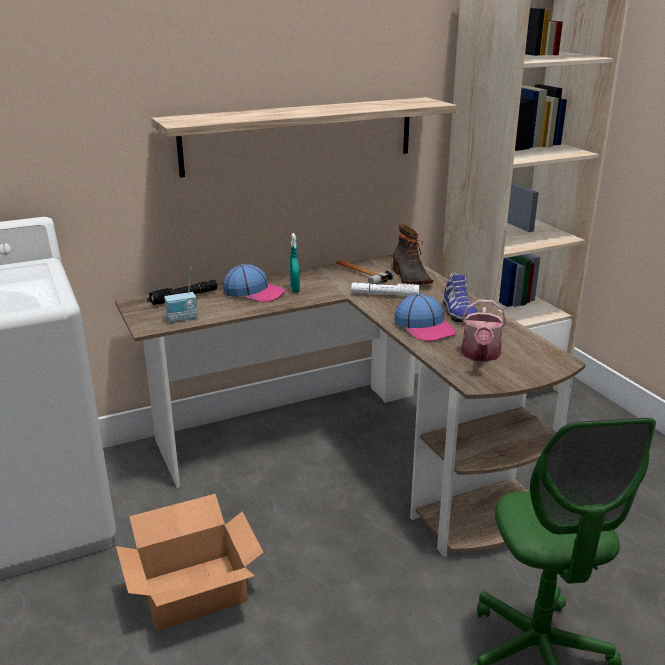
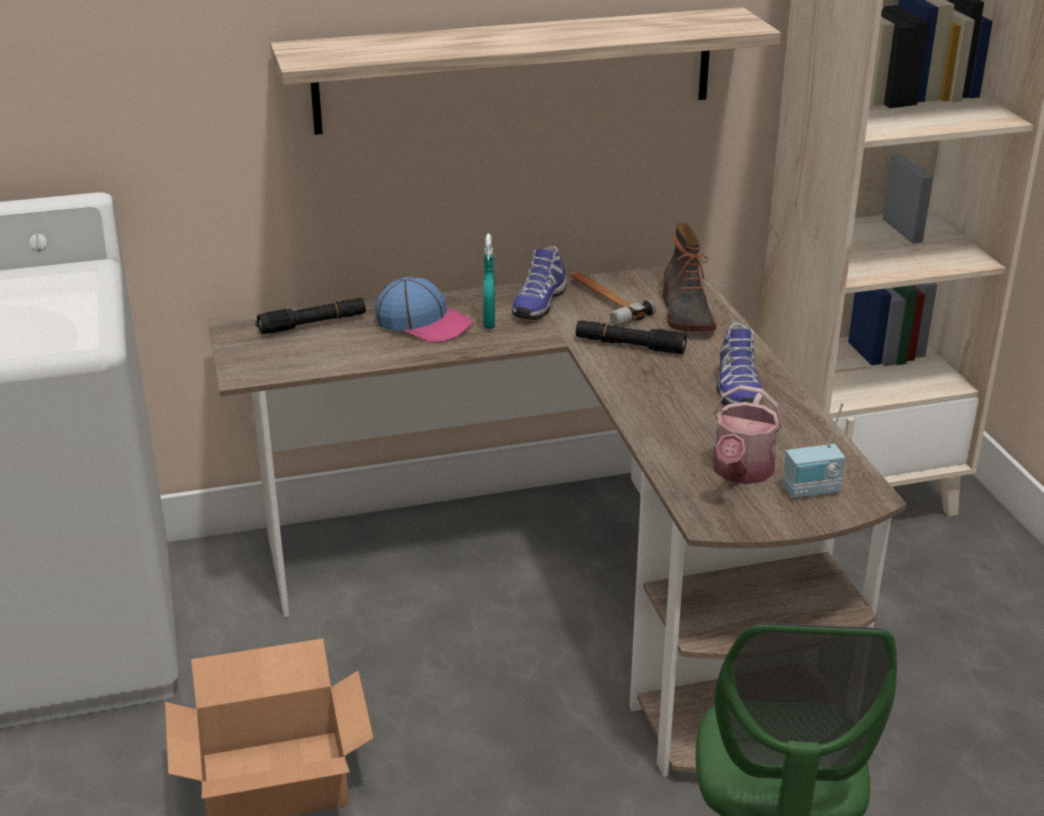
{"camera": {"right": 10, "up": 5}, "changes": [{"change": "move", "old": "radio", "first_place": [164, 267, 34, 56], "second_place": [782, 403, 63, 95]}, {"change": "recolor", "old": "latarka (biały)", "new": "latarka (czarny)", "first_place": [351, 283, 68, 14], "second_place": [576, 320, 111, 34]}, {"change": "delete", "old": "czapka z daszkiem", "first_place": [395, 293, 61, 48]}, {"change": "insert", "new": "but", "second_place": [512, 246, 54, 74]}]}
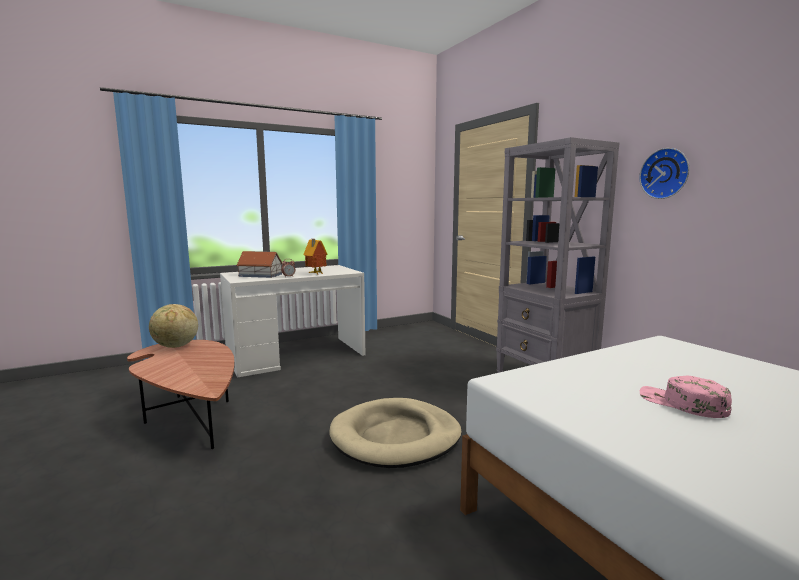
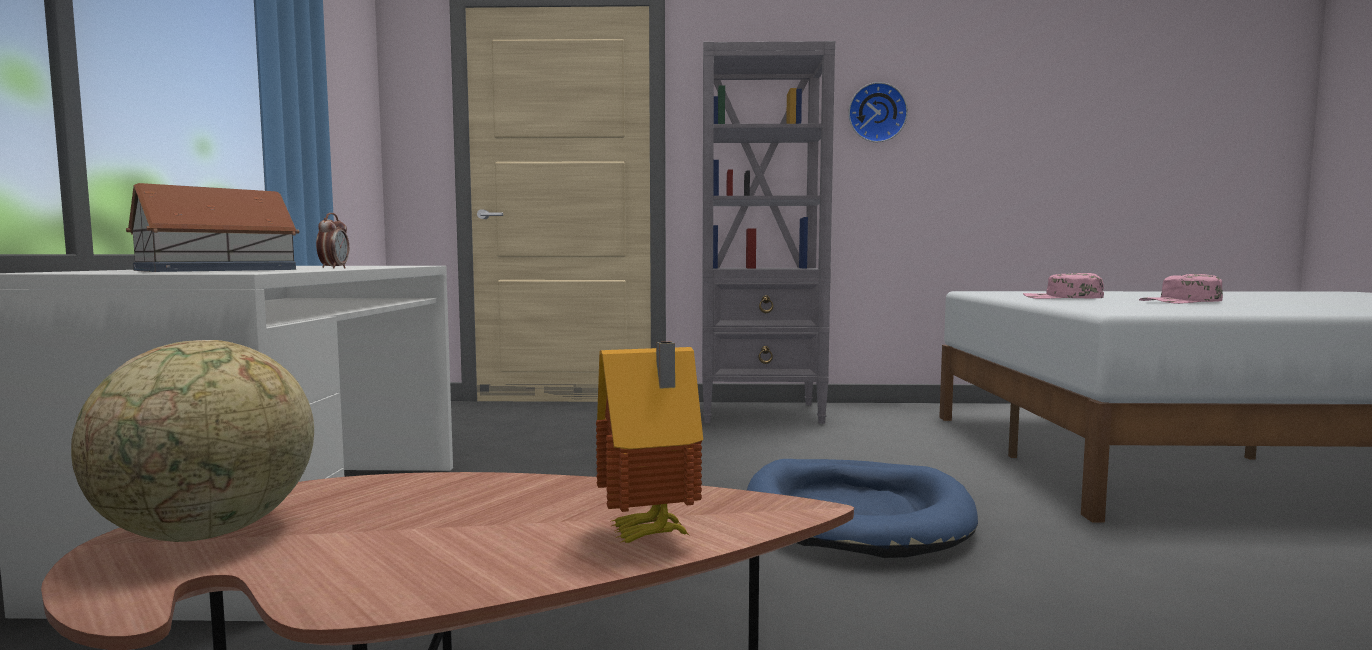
{"camera": {"right": -60, "up": -5}, "changes": [{"change": "move", "old": "domek", "first_place": [303, 239, 25, 35], "second_place": [596, 342, 107, 201]}, {"change": "recolor", "old": "legowisko (beżowy)", "new": "legowisko (niebieski)", "first_place": [329, 398, 132, 70], "second_place": [747, 459, 231, 99]}, {"change": "insert", "new": "czapka z daszkiem (różowy)", "second_place": [1023, 273, 81, 26]}]}
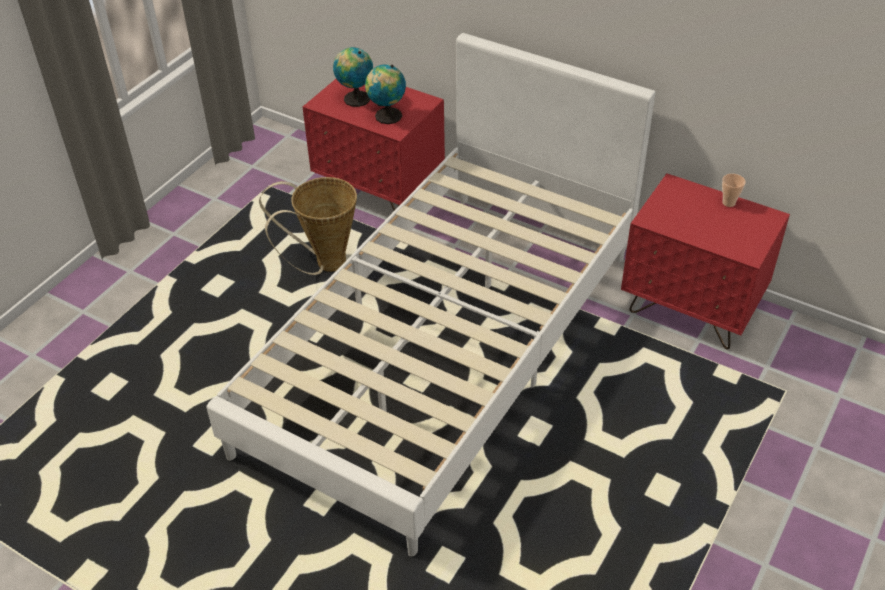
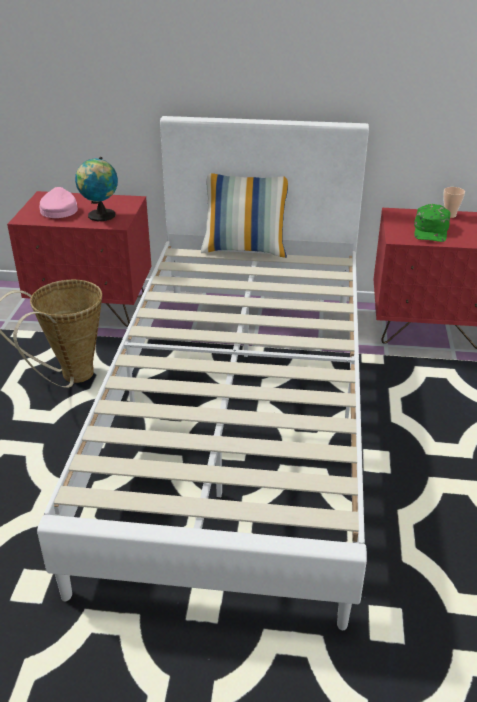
{"camera": {"right": -25, "up": -10}, "changes": [{"change": "replace", "old": "globus", "new": "czapka z daszkiem (różowy)", "first_place": [333, 47, 40, 60], "second_place": [39, 187, 39, 31]}, {"change": "insert", "new": "poduszka", "second_place": [201, 173, 87, 85]}, {"change": "insert", "new": "czapka z daszkiem (zielony)", "second_place": [414, 204, 36, 38]}]}
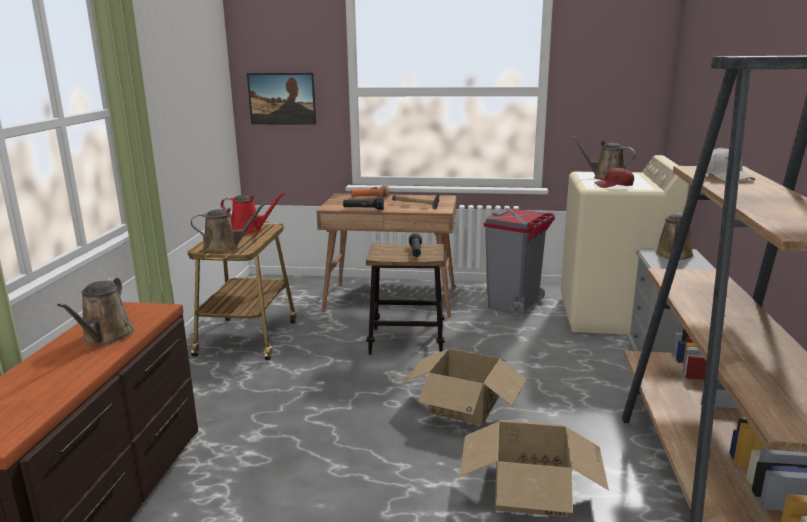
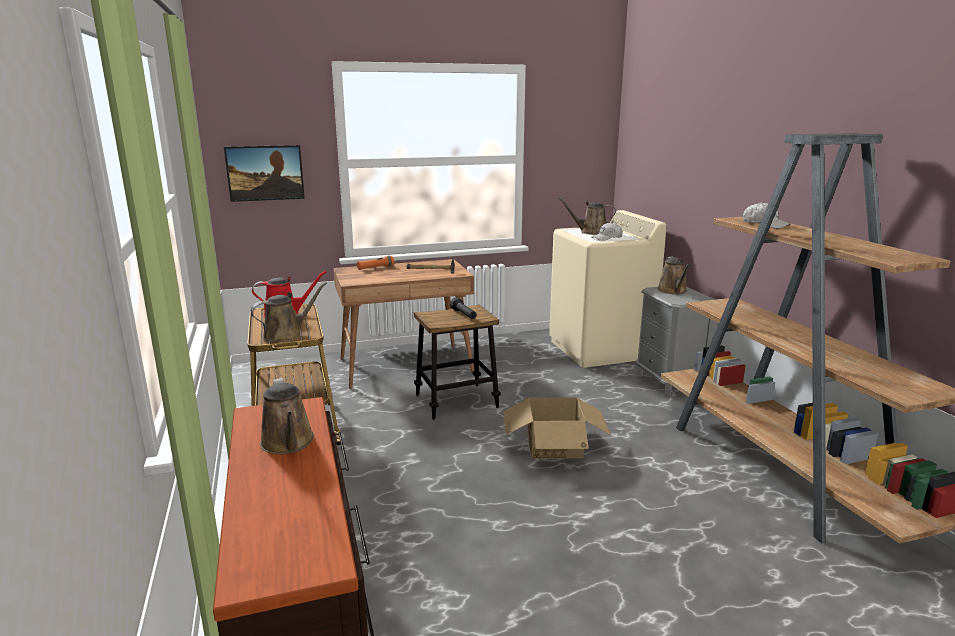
{"camera": {"right": -25, "up": 0}, "changes": [{"change": "delete", "old": "latarka (czarny)", "first_place": [343, 197, 41, 13]}, {"change": "delete", "old": "karton", "first_place": [460, 420, 149, 98]}, {"change": "delete", "old": "kosz na śmieci (szary)", "first_place": [484, 208, 71, 108]}, {"change": "recolor", "old": "czapka z daszkiem (czerwony)", "new": "czapka z daszkiem (biały)", "first_place": [594, 167, 40, 21], "second_place": [591, 222, 32, 19]}]}
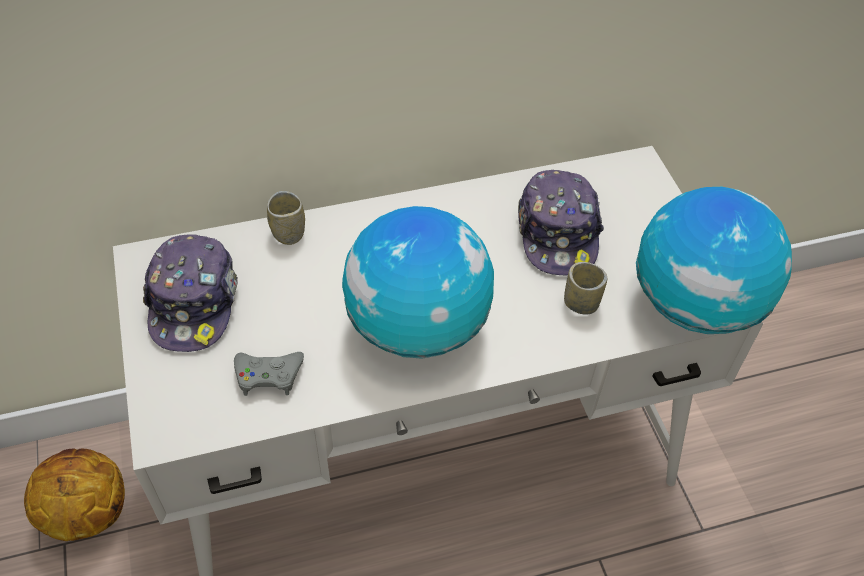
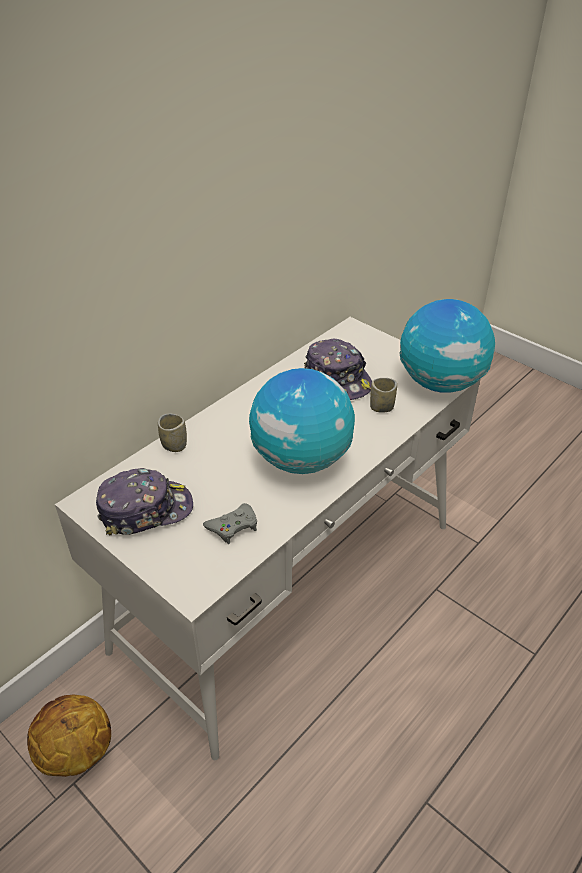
{"camera": {"right": -30, "up": -10}, "changes": [{"change": "rotate", "old": "czapka z daszkiem", "first_place": [143, 234, 95, 118], "second_place": [96, 468, 97, 67], "degrees": -75}]}
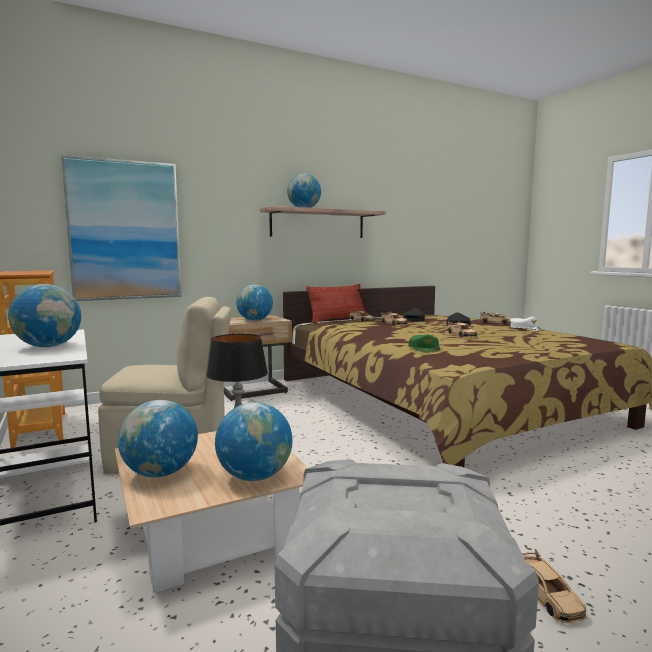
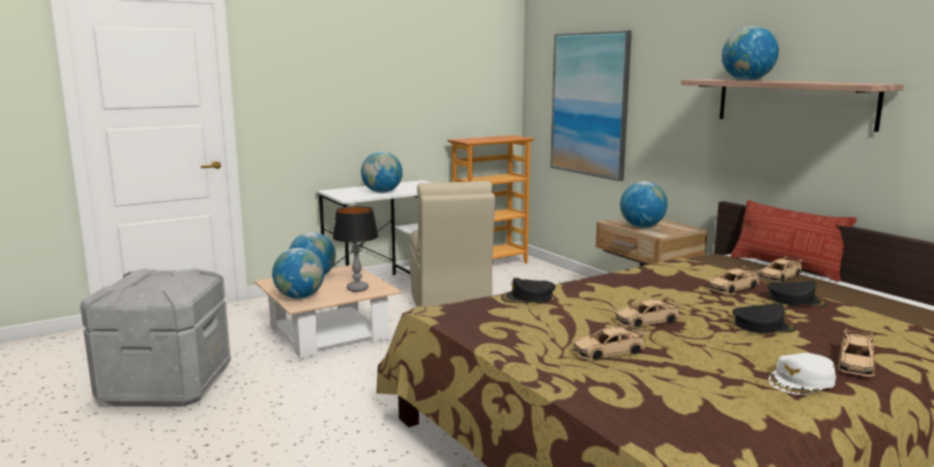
{"camera": {"right": 85, "up": 5}, "changes": [{"change": "recolor", "old": "czapka z daszkiem (zielony)", "new": "czapka z daszkiem (czarny)", "first_place": [409, 335, 31, 18], "second_place": [501, 278, 55, 25]}, {"change": "move", "old": "samochodzik (beżowy)", "first_place": [522, 549, 64, 75], "second_place": [573, 323, 74, 37]}]}
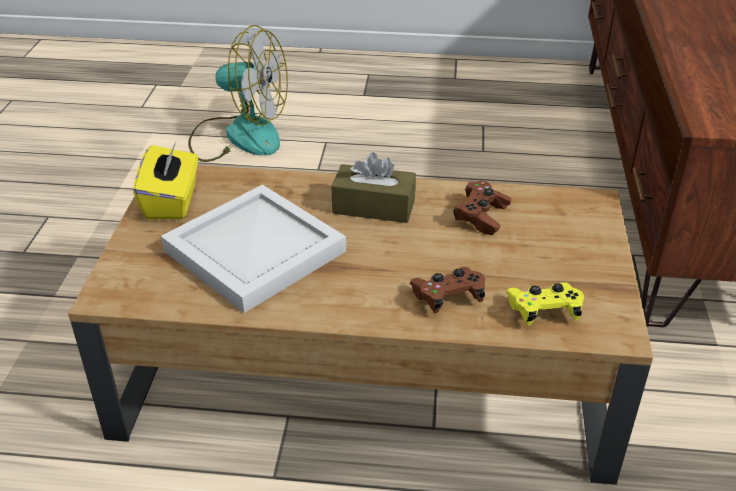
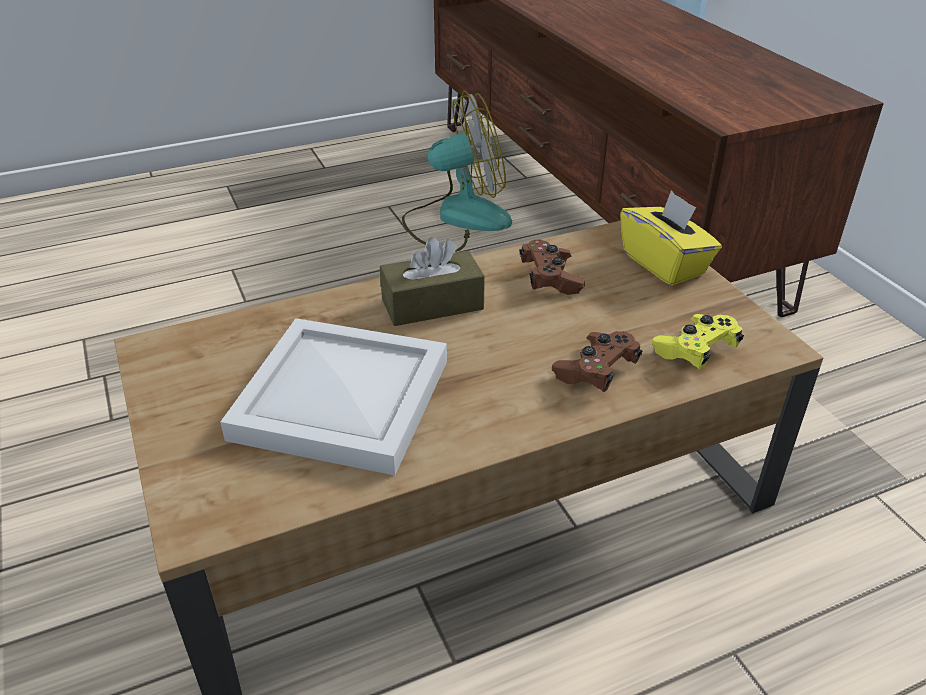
{"camera": {"right": -30, "up": 0}, "changes": [{"change": "move", "old": "pudełko chusteczek (żółty)", "first_place": [133, 140, 65, 79], "second_place": [620, 190, 102, 96]}, {"change": "move", "old": "wentylator", "first_place": [188, 25, 100, 137], "second_place": [402, 90, 110, 162]}]}
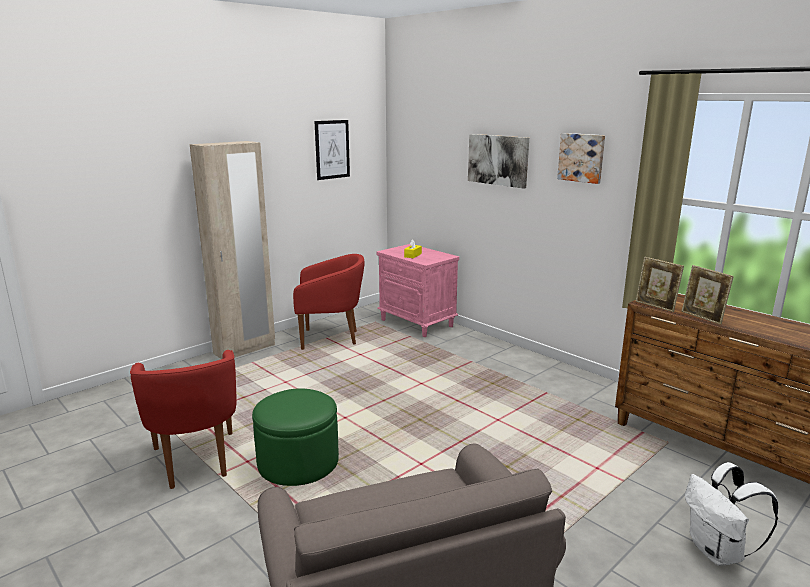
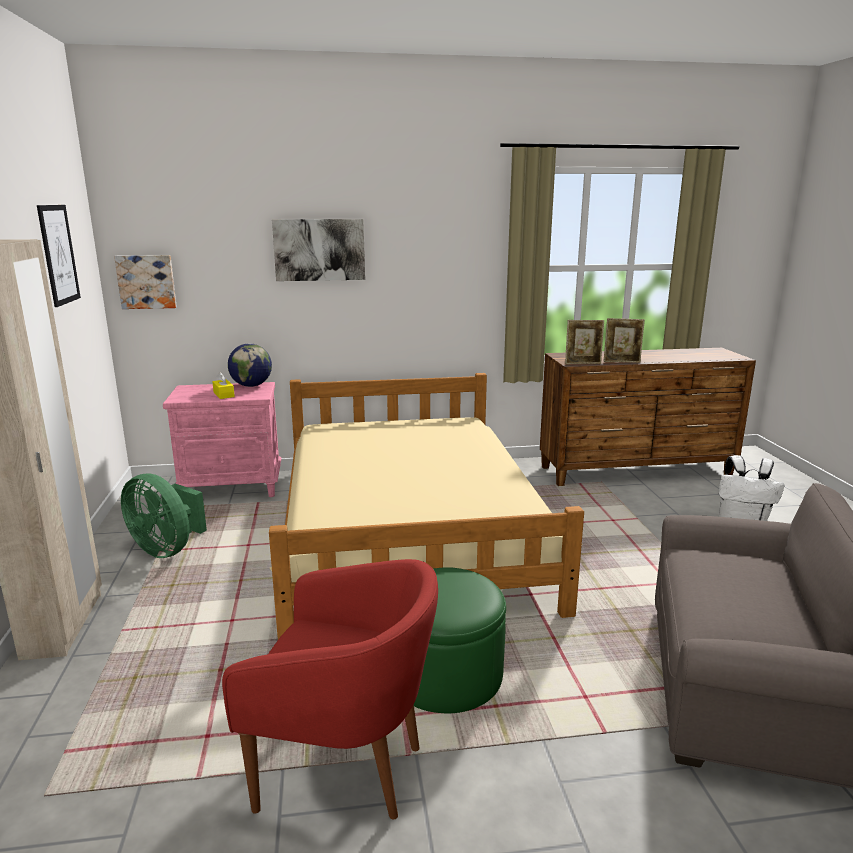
{"camera": {"right": -55, "up": 0}, "changes": [{"change": "replace", "old": "fotel (czerwony)", "new": "wentylator (zielony)", "first_place": [293, 254, 72, 96], "second_place": [121, 473, 86, 85]}, {"change": "move", "old": "obraz", "first_place": [557, 133, 48, 51], "second_place": [114, 255, 63, 54]}, {"change": "insert", "new": "globus", "second_place": [228, 343, 44, 44]}, {"change": "insert", "new": "łóżko (beżowy)", "second_place": [269, 373, 315, 266]}]}
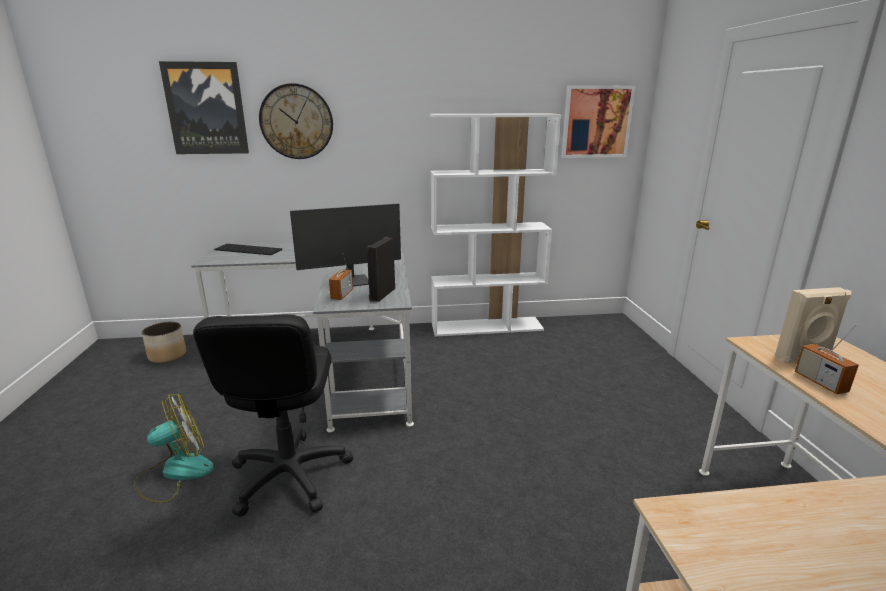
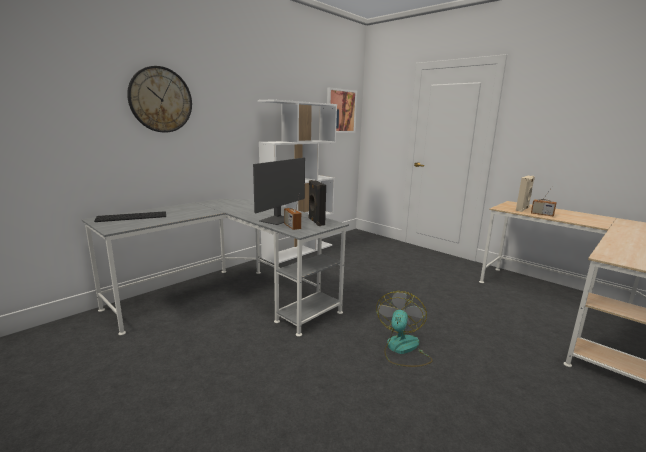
{"camera": {"right": -40, "up": -5}, "changes": [{"change": "move", "old": "wentylator", "first_place": [135, 394, 79, 109], "second_place": [376, 291, 56, 76]}, {"change": "delete", "old": "donica", "first_place": [142, 322, 44, 41]}, {"change": "delete", "old": "obraz", "first_place": [159, 61, 90, 93]}, {"change": "delete", "old": "krzesło biurowe (czarny)", "first_place": [193, 314, 160, 203]}]}
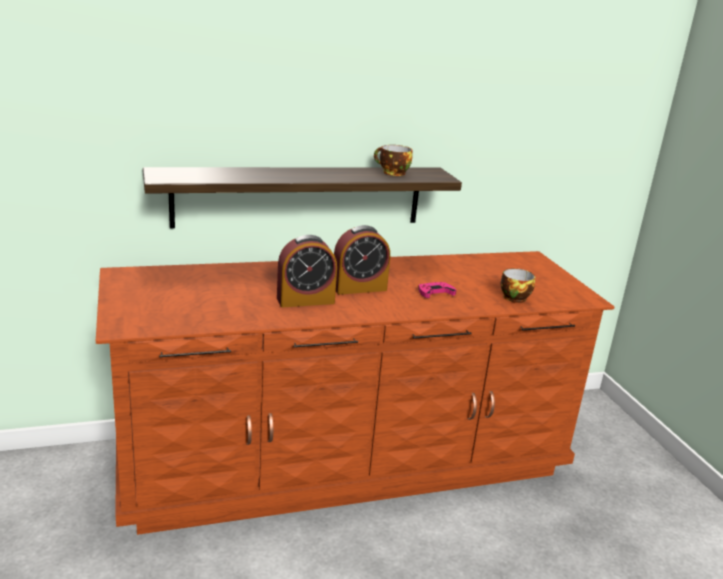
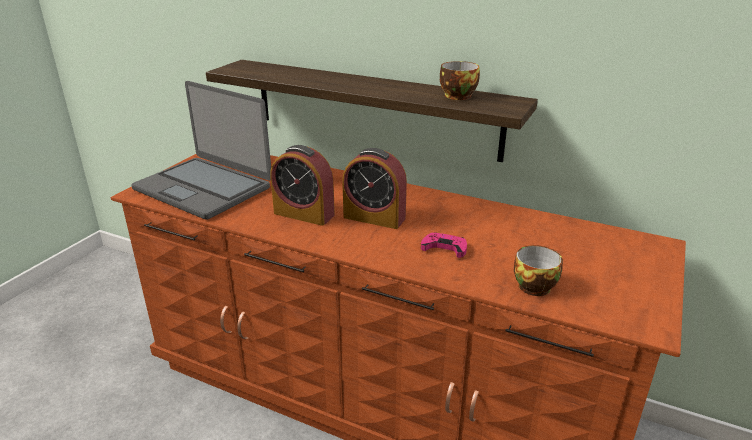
{"camera": {"right": 45, "up": 5}, "changes": [{"change": "insert", "new": "laptop", "second_place": [131, 81, 140, 139]}]}
